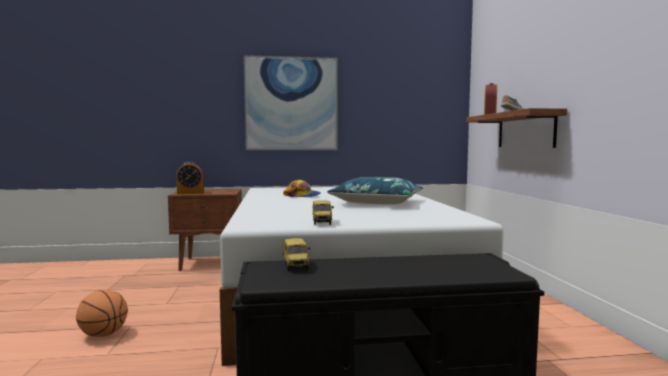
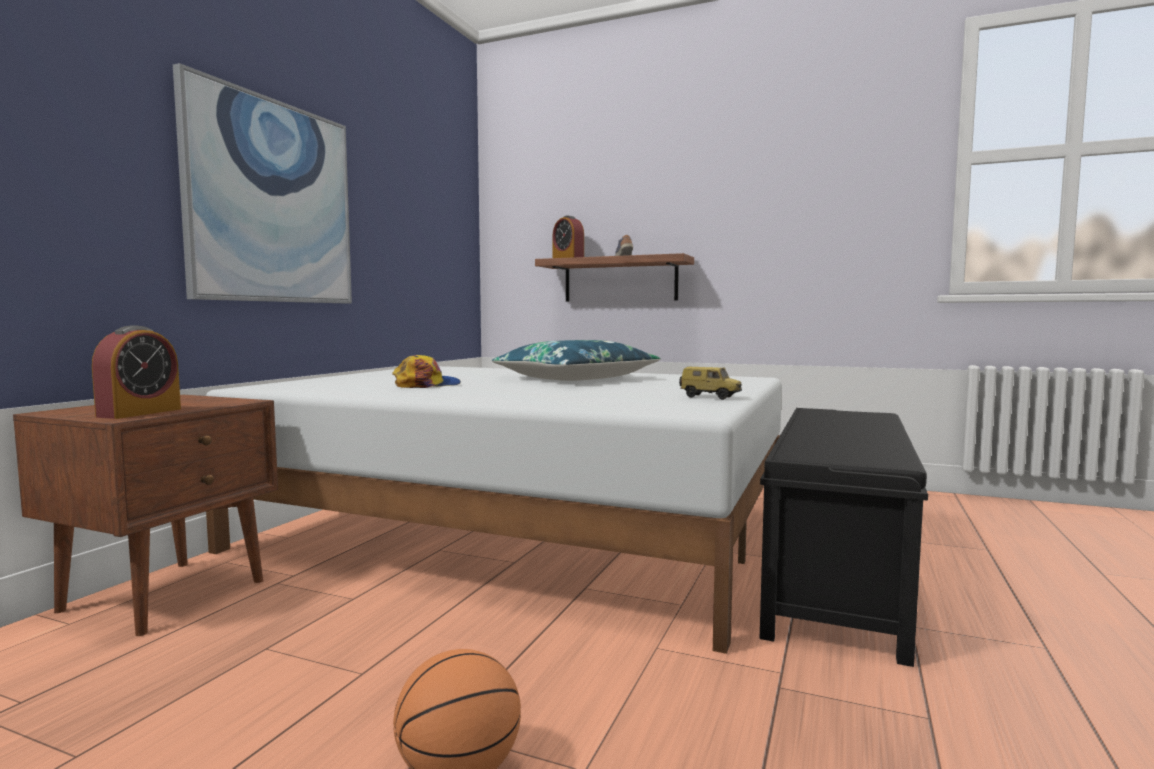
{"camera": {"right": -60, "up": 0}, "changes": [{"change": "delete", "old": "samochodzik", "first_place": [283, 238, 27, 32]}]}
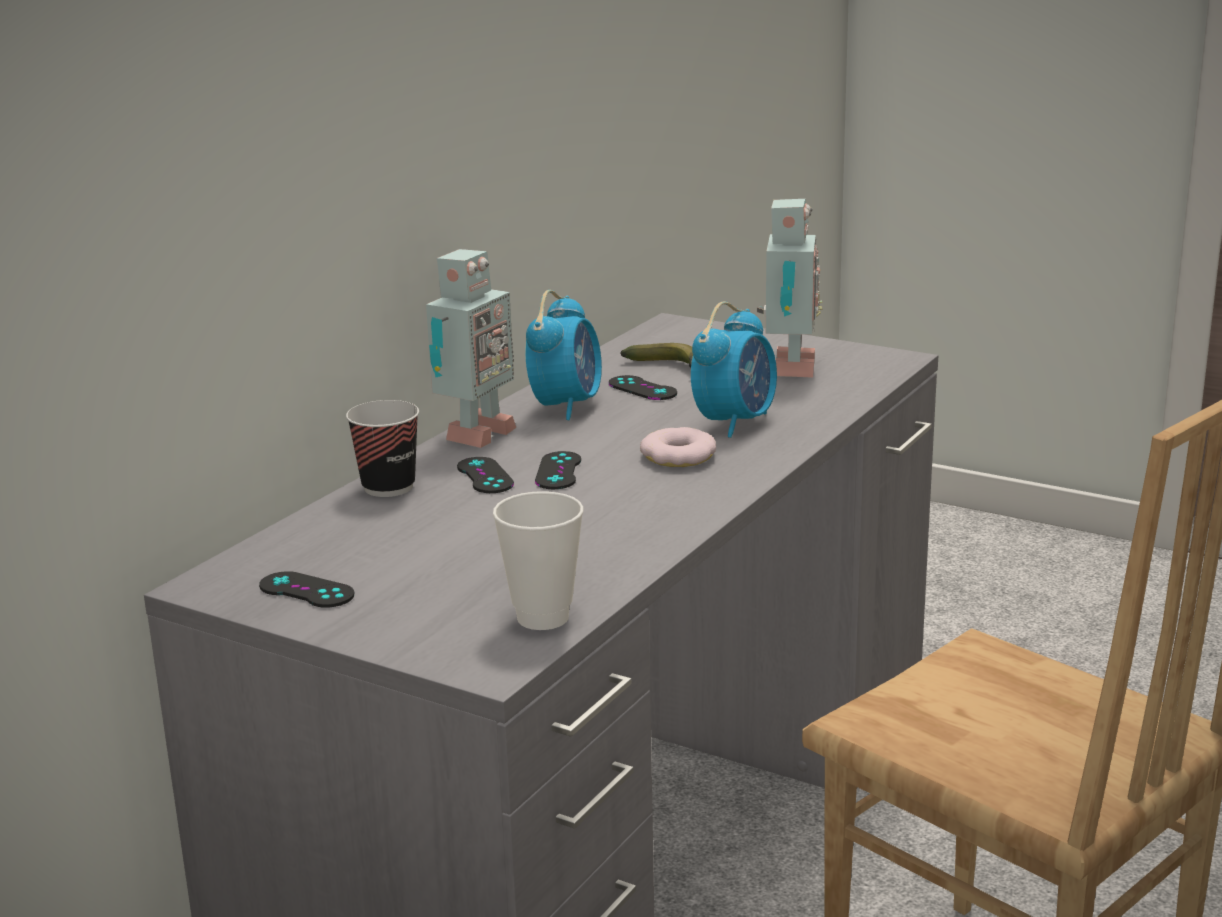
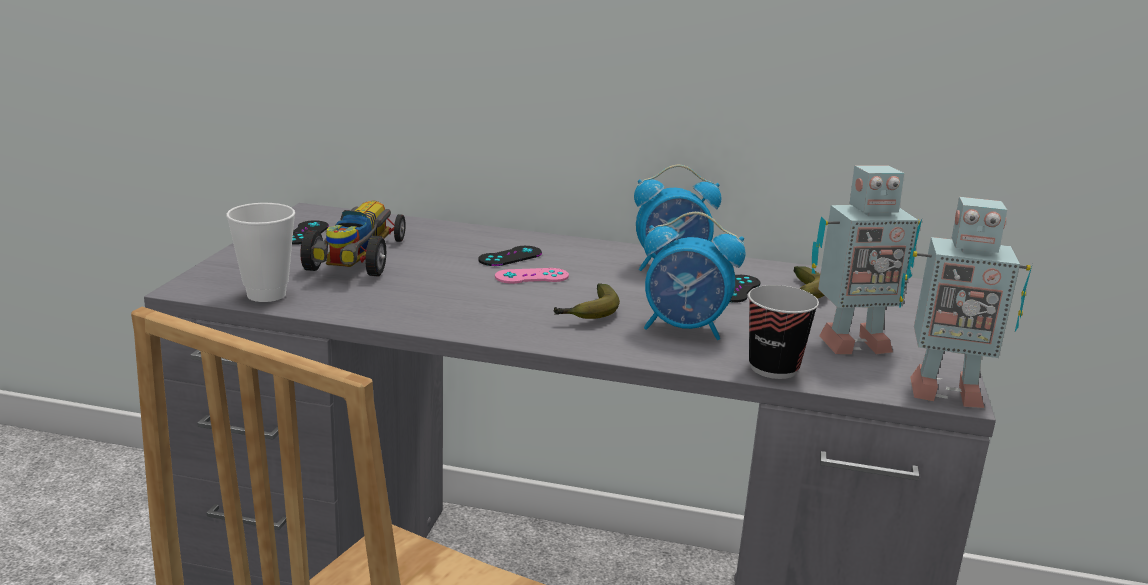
{"camera": {"right": 70, "up": 0}, "changes": [{"change": "move", "old": "filiżanka", "first_place": [346, 400, 73, 97], "second_place": [748, 285, 71, 94]}, {"change": "move", "old": "robot zabawkowy", "first_place": [426, 249, 90, 199], "second_place": [899, 197, 133, 211]}, {"change": "recolor", "old": "pad do gier (czarny)", "new": "pad do gier (różowy)", "first_place": [535, 451, 46, 38], "second_place": [495, 268, 74, 16]}, {"change": "replace", "old": "donut", "new": "banan", "first_place": [640, 427, 76, 40], "second_place": [554, 283, 66, 36]}, {"change": "insert", "new": "samochodzik", "second_place": [300, 200, 106, 77]}]}
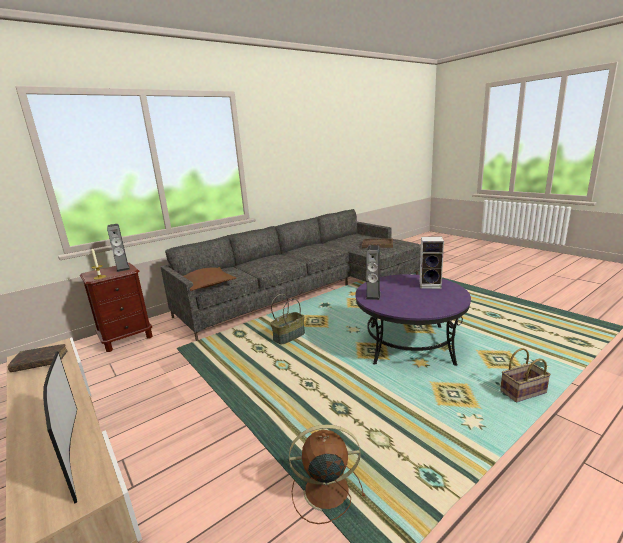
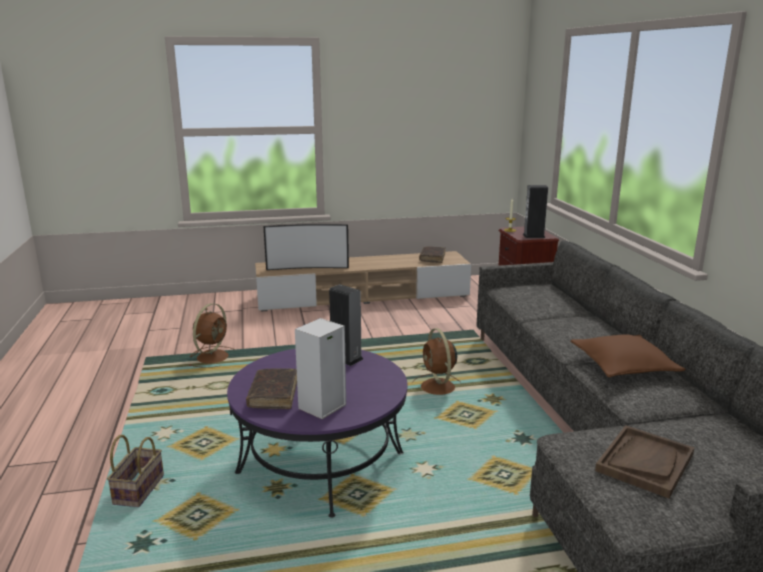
{"camera": {"right": 115, "up": 0}, "changes": [{"change": "move", "old": "poduszka (brązowy)", "first_place": [184, 267, 53, 24], "second_place": [570, 334, 116, 43]}, {"change": "replace", "old": "koszyk", "new": "wentylator (brązowy)", "first_place": [270, 294, 35, 50], "second_place": [412, 328, 50, 67]}, {"change": "insert", "new": "książka (brązowy)", "second_place": [246, 369, 51, 40]}]}
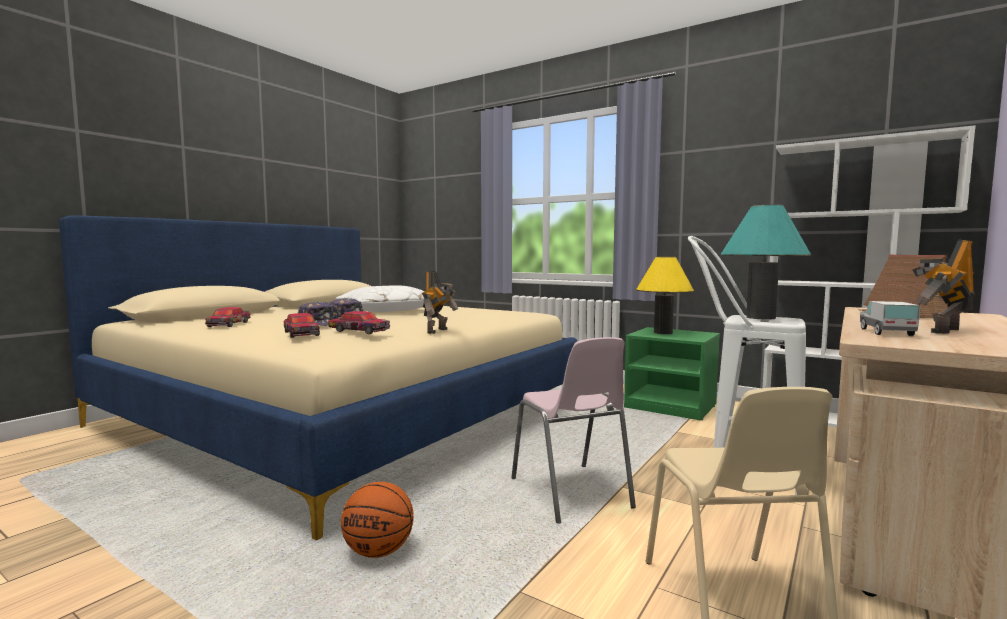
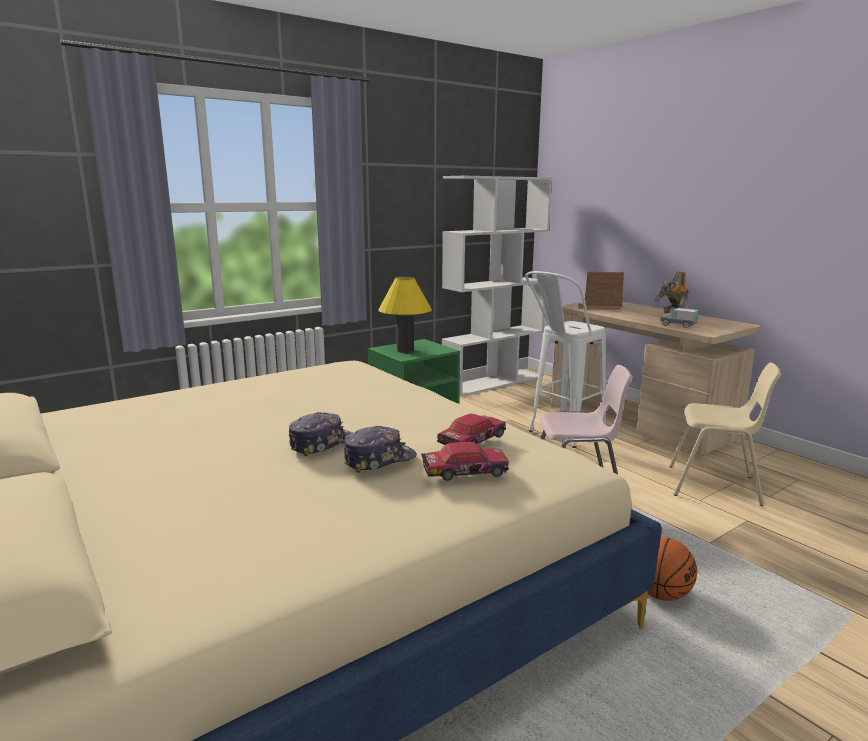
{"camera": {"right": -70, "up": 10}, "changes": [{"change": "delete", "old": "samochodzik", "first_place": [205, 307, 45, 20]}, {"change": "delete", "old": "poduszka (biały)", "first_place": [336, 285, 89, 27]}, {"change": "delete", "old": "robot zabawkowy", "first_place": [422, 271, 36, 63]}, {"change": "delete", "old": "lampa stołowa (turkusowy)", "first_place": [720, 204, 91, 116]}]}
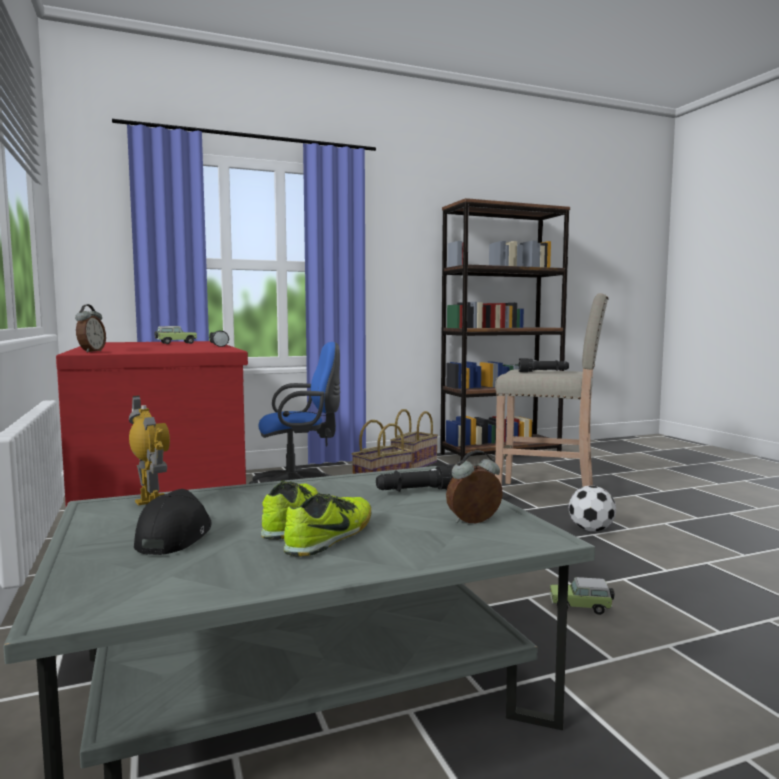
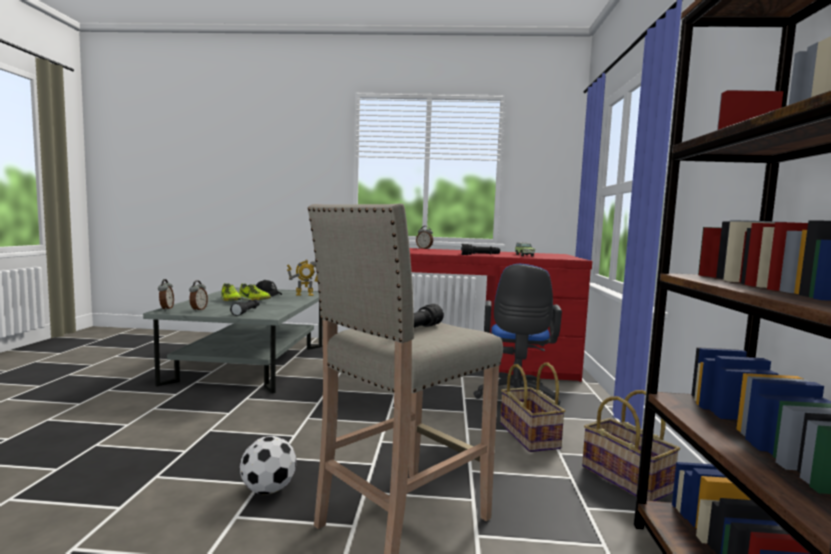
{"camera": {"right": 115, "up": 0}, "changes": [{"change": "delete", "old": "samochodzik", "first_place": [550, 577, 65, 38]}, {"change": "insert", "new": "budzik", "second_place": [158, 279, 16, 31]}]}
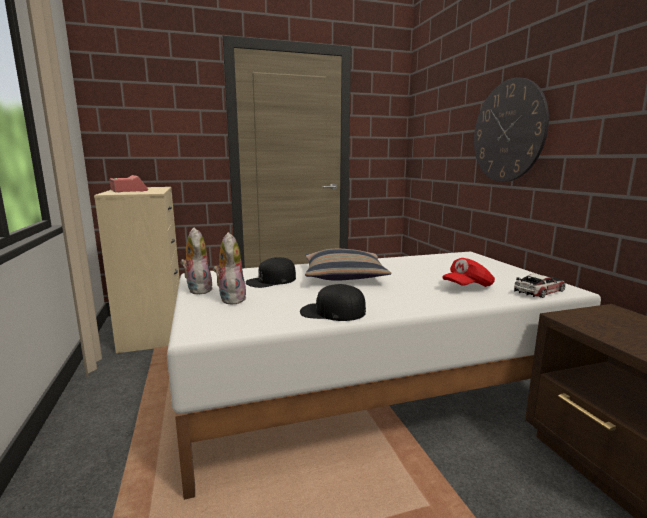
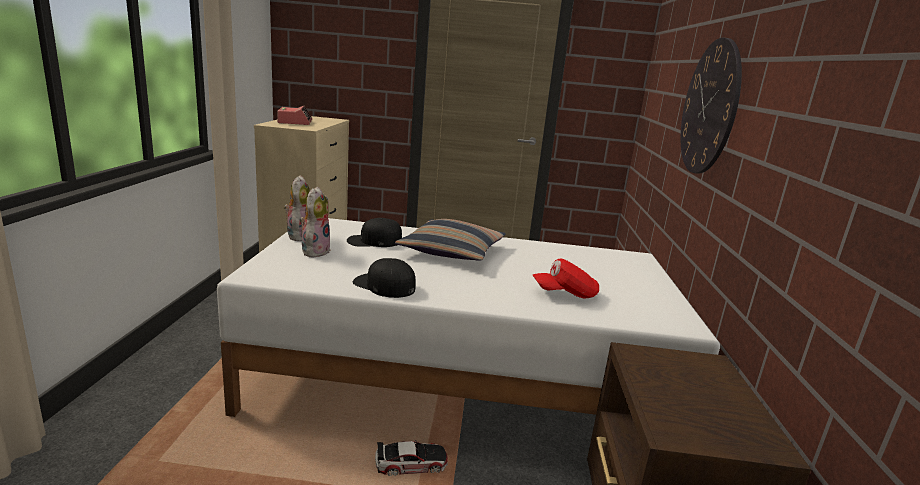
{"camera": {"right": 20, "up": 5}, "changes": [{"change": "move", "old": "samochodzik", "first_place": [514, 274, 51, 24], "second_place": [375, 440, 73, 36]}]}
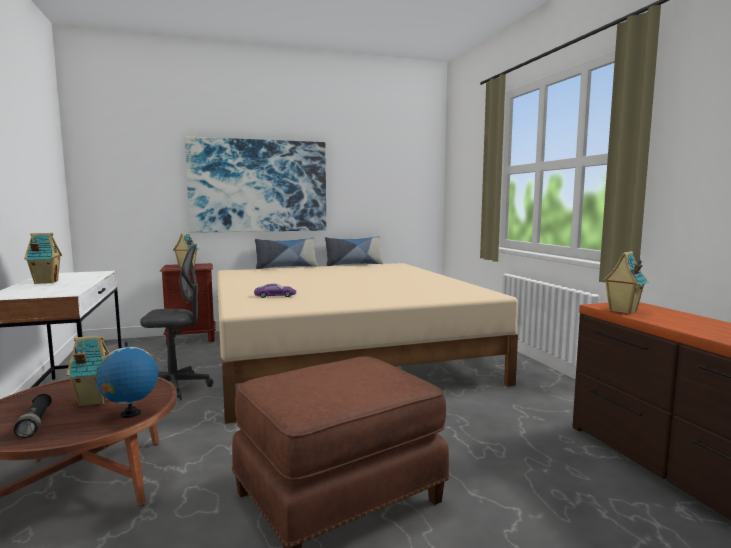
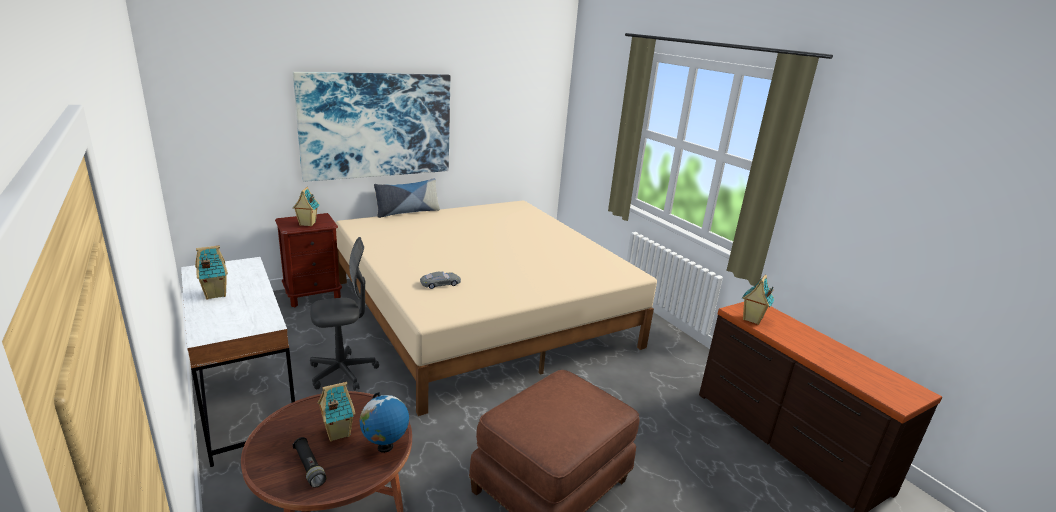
{"camera": {"right": -15, "up": 15}, "changes": [{"change": "recolor", "old": "samochodzik (fioletowy)", "new": "samochodzik (szary)", "first_place": [254, 284, 42, 14], "second_place": [420, 271, 41, 18]}, {"change": "delete", "old": "poduszka", "first_place": [325, 236, 58, 30]}]}
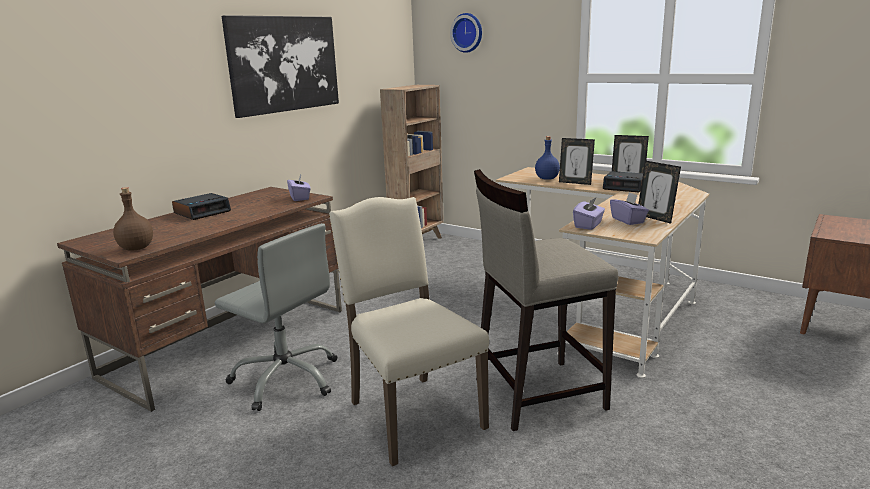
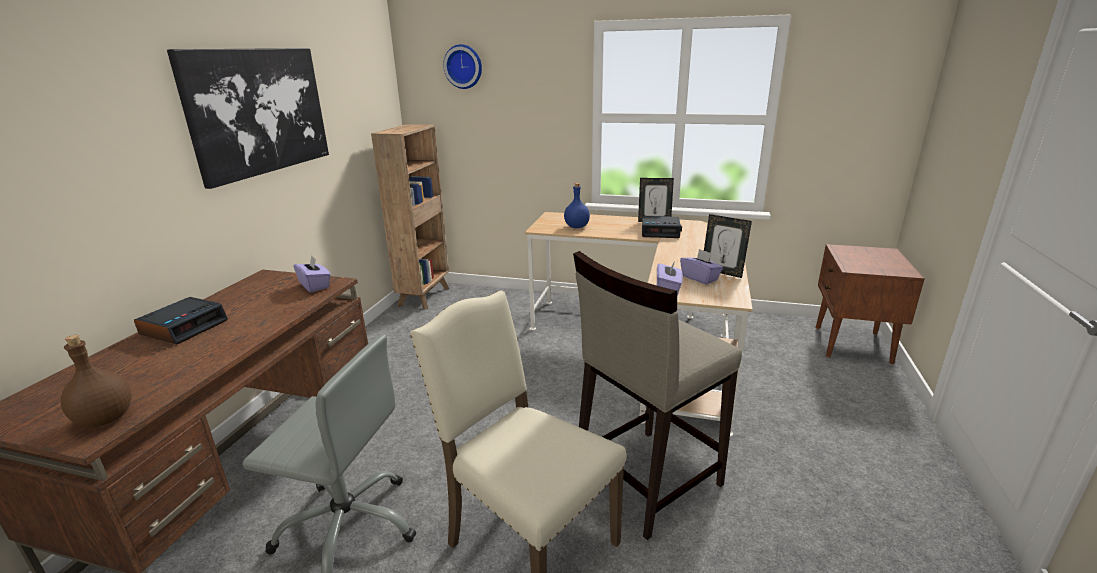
{"camera": {"right": -20, "up": 5}, "changes": [{"change": "delete", "old": "ramka na zdjęcie", "first_place": [559, 138, 36, 47]}]}
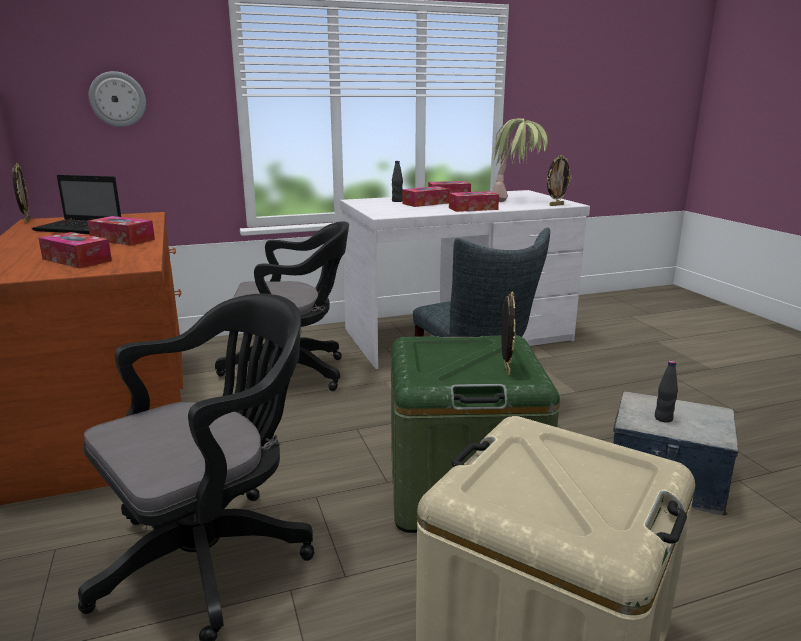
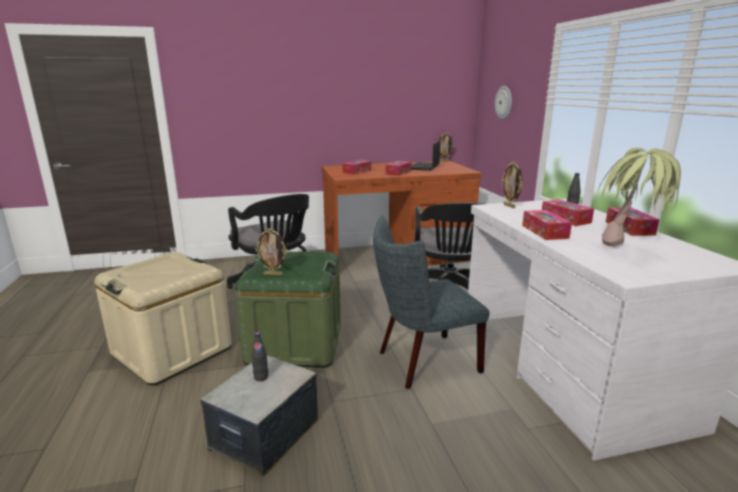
{"camera": {"right": 95, "up": 0}, "changes": [{"change": "move", "old": "ramka na zdjęcie", "first_place": [547, 155, 25, 51], "second_place": [502, 162, 20, 46]}]}
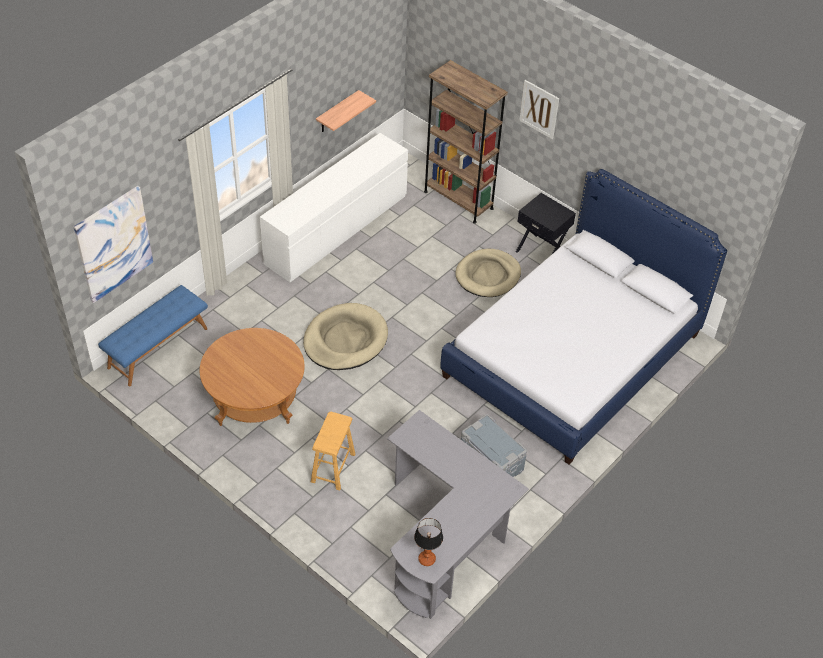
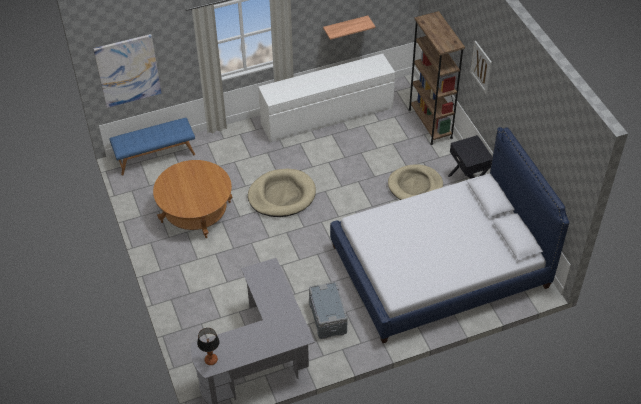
{"camera": {"right": 30, "up": 0}, "changes": [{"change": "delete", "old": "stołek (brązowy)", "first_place": [311, 412, 44, 79]}]}
